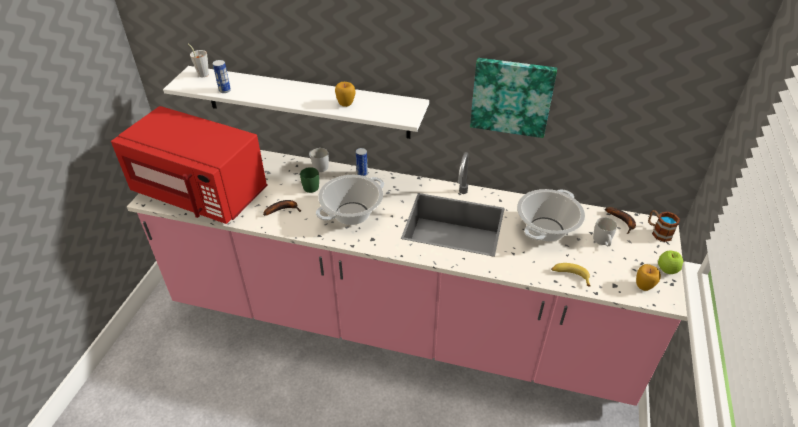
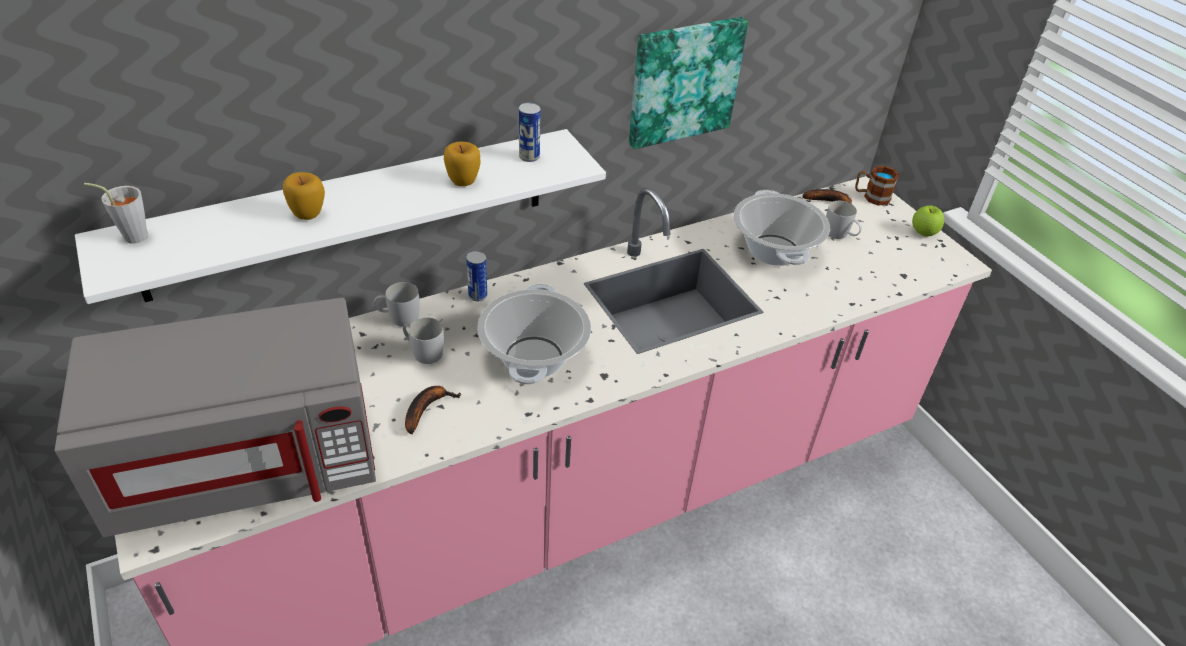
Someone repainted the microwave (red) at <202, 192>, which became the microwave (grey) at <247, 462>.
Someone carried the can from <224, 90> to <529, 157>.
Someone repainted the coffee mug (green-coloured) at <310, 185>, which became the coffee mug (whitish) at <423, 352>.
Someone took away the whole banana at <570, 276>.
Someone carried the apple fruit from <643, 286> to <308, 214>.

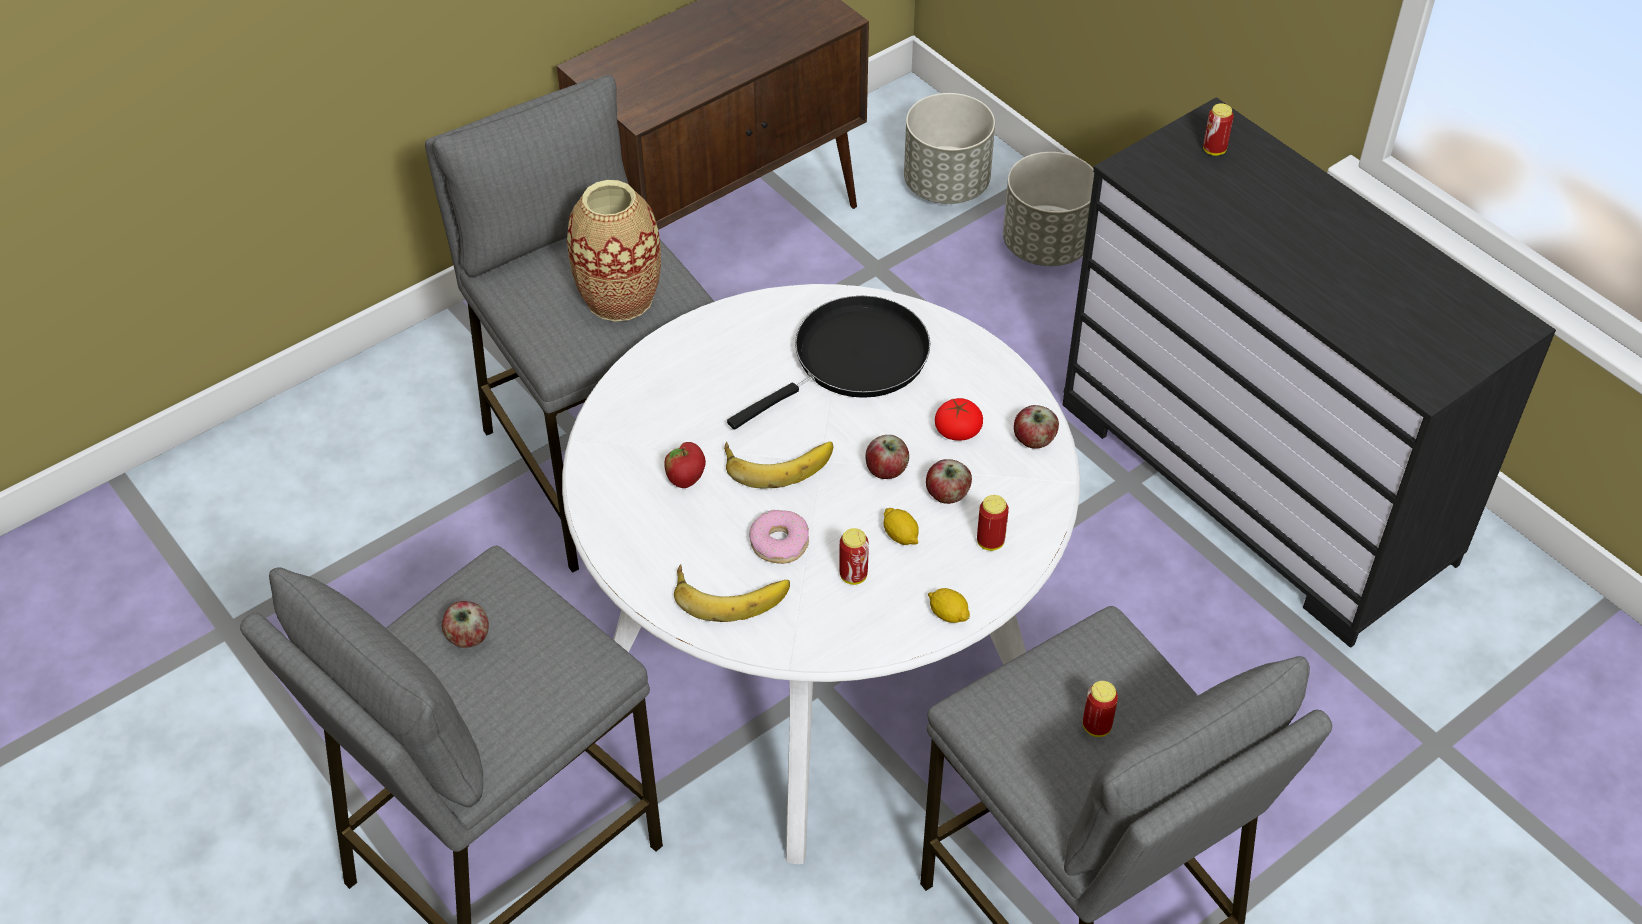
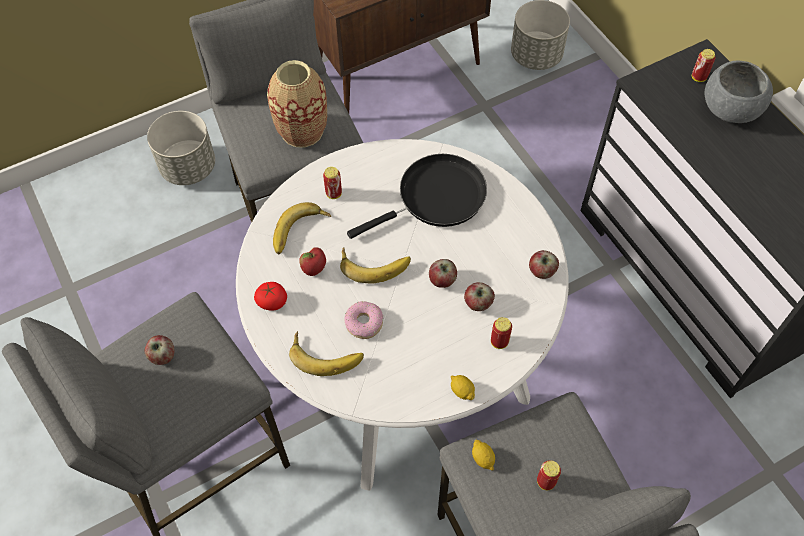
Someone carried the can from <853, 575> to <333, 193>.
Someone carried the lemon from <900, 536> to <483, 458>.
Someone carried the fresh tomato from <957, 431> to <272, 301>.
Someone carried the planter (grey) from <1046, 245> to <189, 167>.
Someone put down the whole banana at <300, 232>.
Someone put down the deep dish (grey) at <730, 108>.

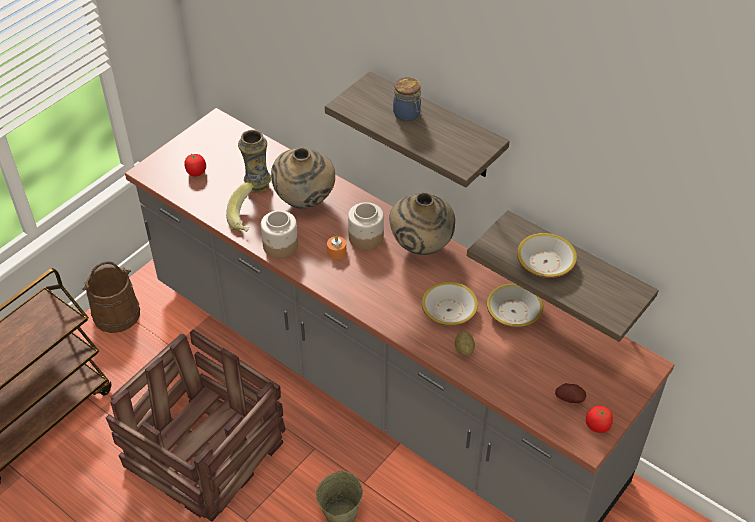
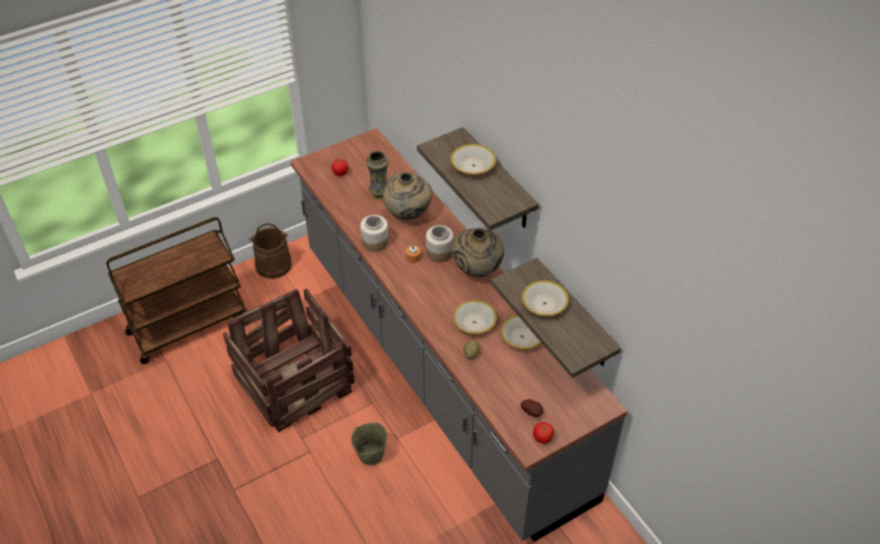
Someone took away the whole banana at <245, 218>.
Someone swapped the storage jar at <407, 114> for the deep dish at <473, 166>.

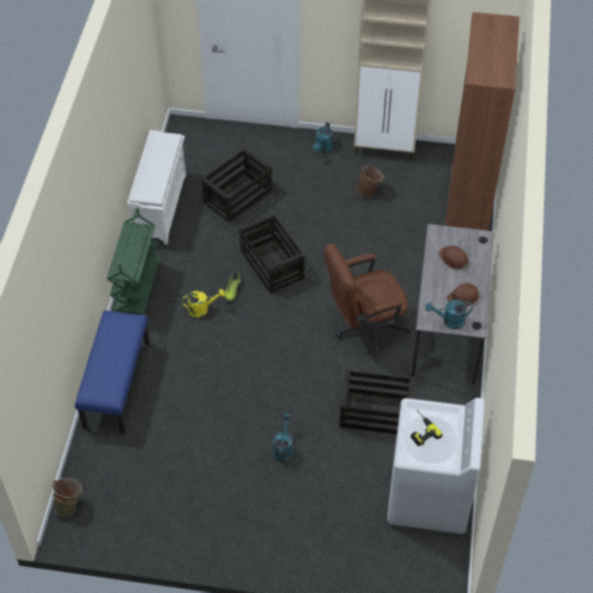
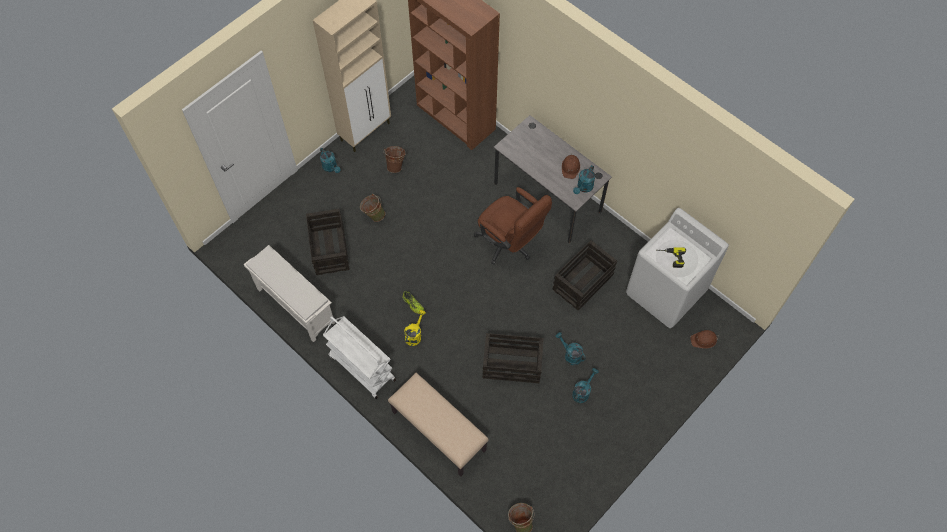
Someone repainted the long seat (blue) at <116, 384>, which became the long seat (beige-coloured) at <438, 431>.
Someone repainted the wheeled cart (green-coloured) at <137, 289>, which became the wheeled cart (whitish) at <361, 368>.
Someone carried the shipping crate from <271, 264> to <511, 364>.
Someone rotated the computer chair (brown) at <364, 328> by 60 degrees counterclockwise.
Someone carried the work helmet (brown) from <453, 259> to <704, 340>.
Someone put down the pail (green-coloured) at <373, 215>.
Someone put down the sprinkling can (turquoise-coloured) at <582, 391>.

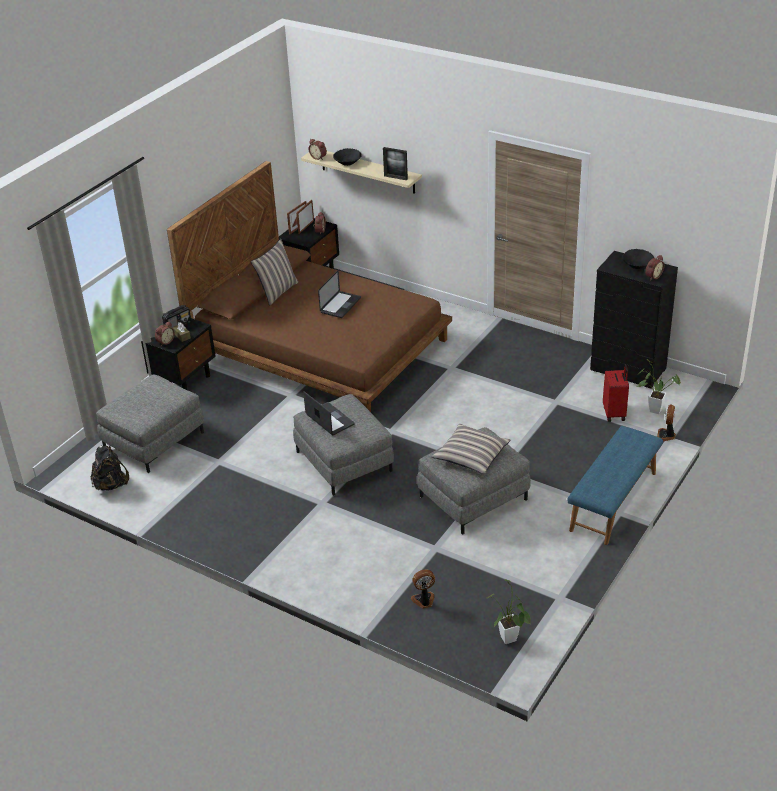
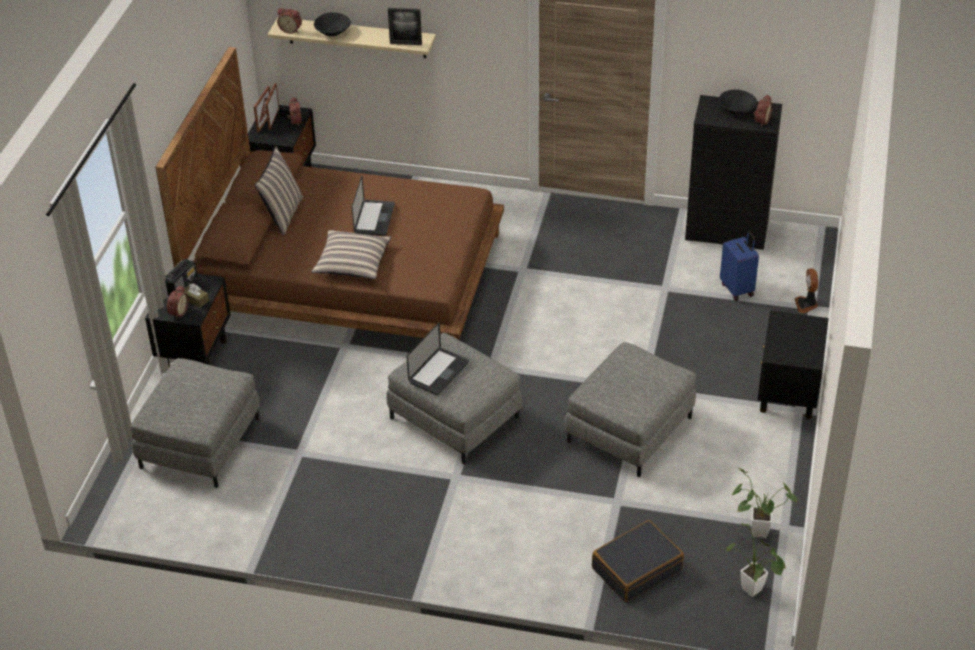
Someone took away the rucksack (blackish) at <111, 484>.
Someone rotated the laptop at <329, 420> by 90 degrees clockwise.
Someone swapped the cooling fan at <424, 601> for the suitcase (blackish) at <636, 569>.
Someone carried the cushion from <471, 455> to <352, 262>.
Someone swapped the long seat (blue) at <614, 501> for the bedside table (blackish) at <787, 397>.
Someone repainted the suitcase (red) at <614, 413>, which became the suitcase (blue) at <737, 289>.
Someone carried the potted plant from <652, 409> to <754, 532>.

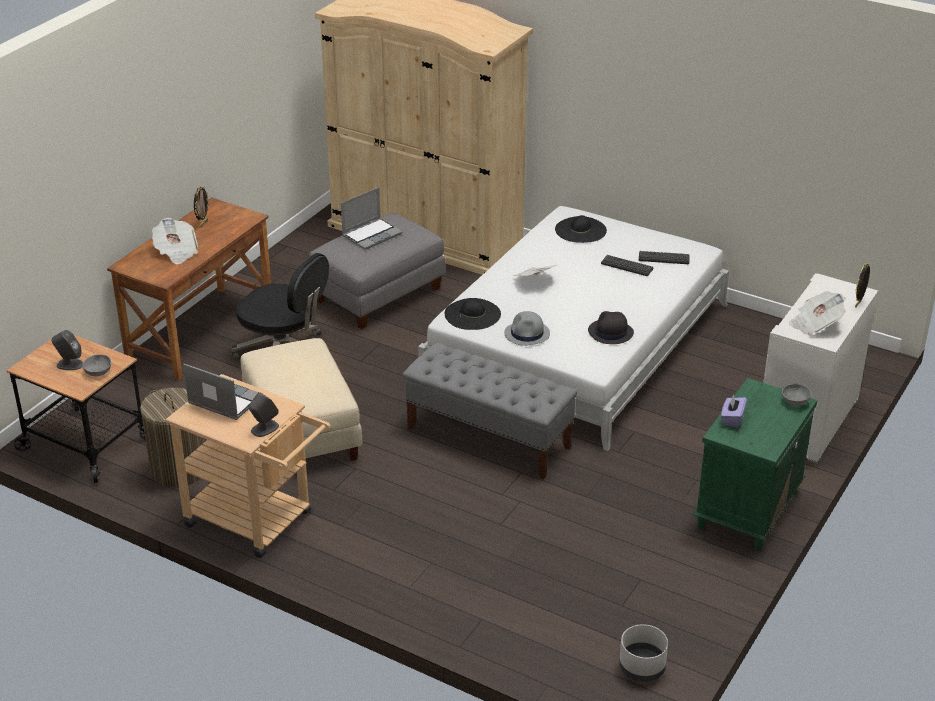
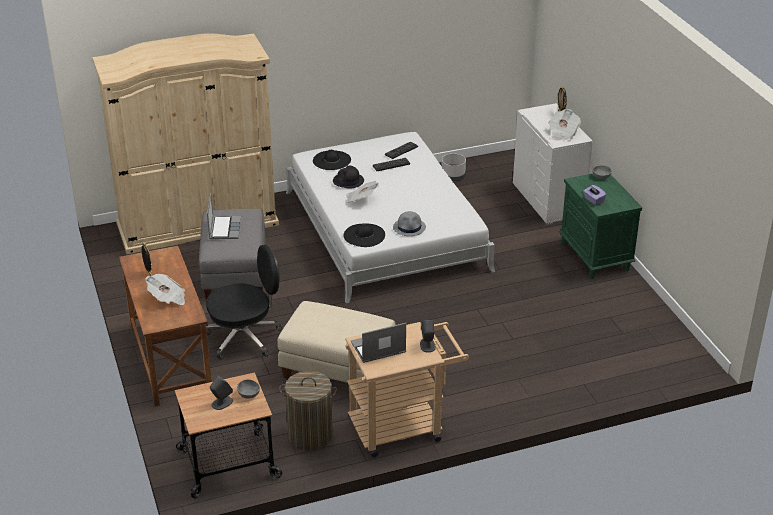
Someone took away the long seat (grey) at <489, 438>.
Someone carried the wearable hat (blackish) from <610, 332> to <348, 181>.
Someone carried the planter (grey) from <642, 667> to <453, 176>.

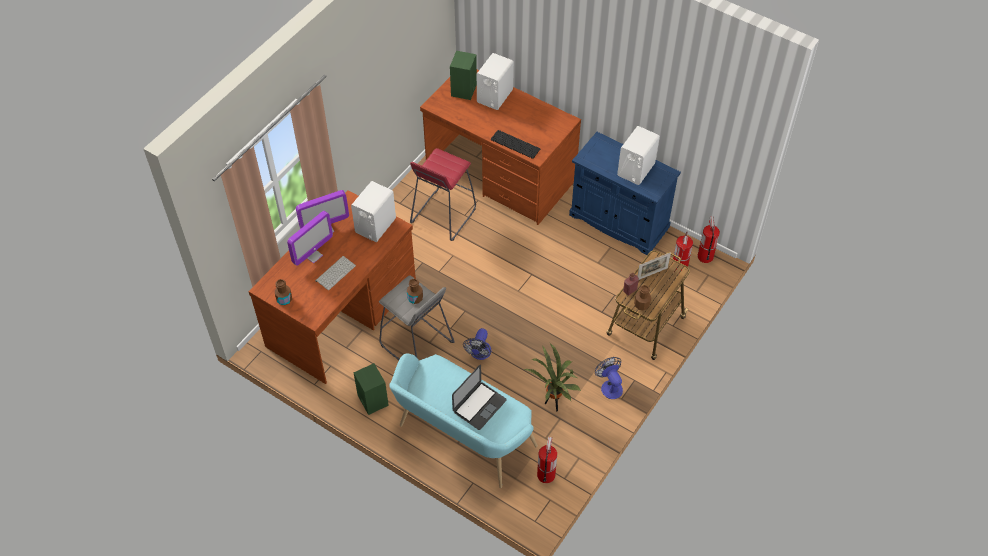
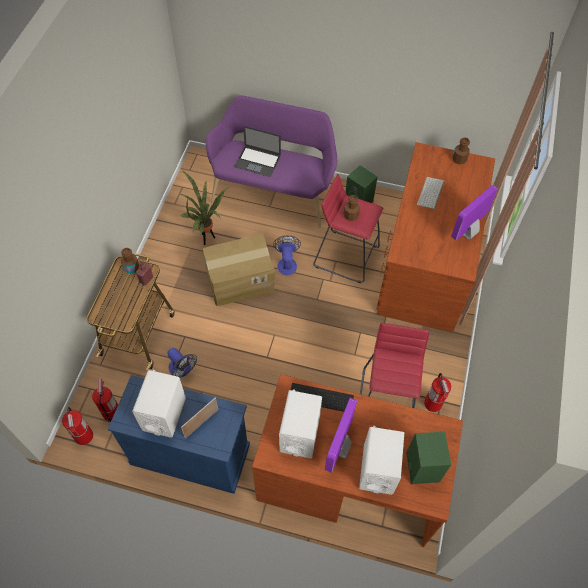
Someone carried the monitor from <313, 255> to <340, 448>.
Someone carried the loudspeaker (whitish) from <375, 226> to <299, 434>.
Someone repainted the stool seat (grey) at <416, 344>, which became the stool seat (red) at <346, 256>.
Someone repainted the long seat (turquoise-coloured) at <462, 439>, which became the long seat (purple) at <273, 193>.
Someone rotated the laptop at <479, 405> by 90 degrees counterclockwise.
Someone carried the fire extinguisher from <546, 474> to <433, 404>.
Someone carried the cooling fan from <609, 386> to <182, 370>.
Someone carried the standing frame from <652, 274> to <201, 423>.
Someone put down the carton at <240, 280>.

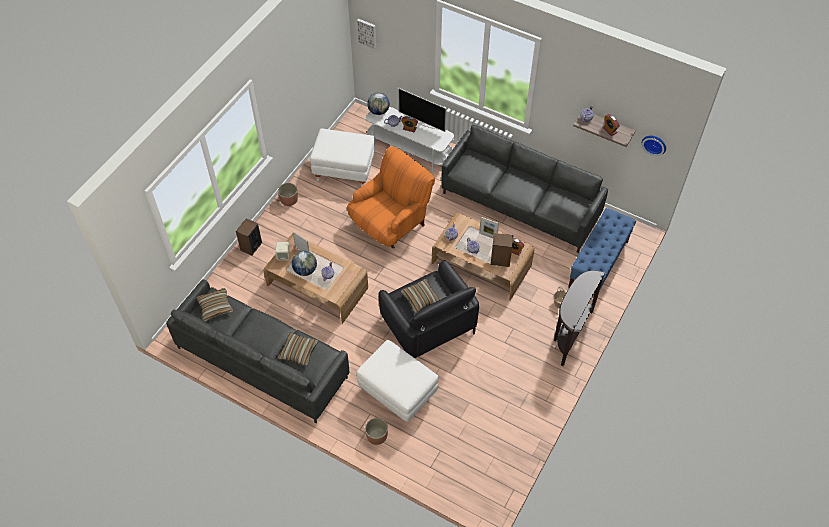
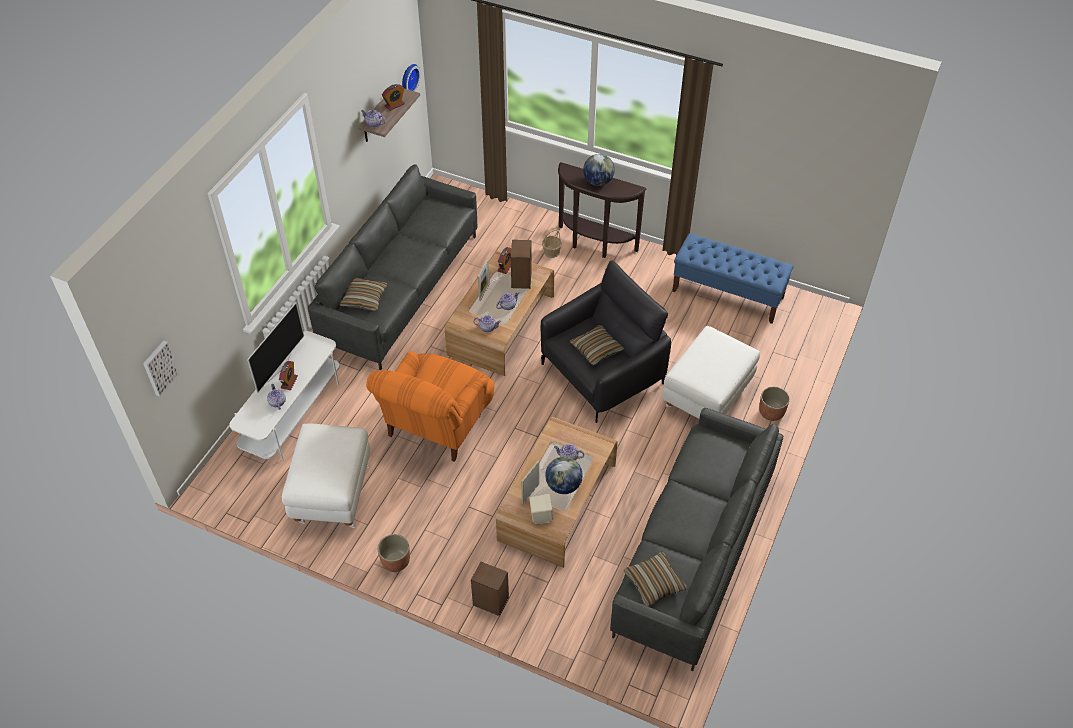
Someone carried the cushion from <298, 351> to <364, 298>.
Someone rotated the armchair (orange-coloured) at <391, 223> by 105 degrees counterclockwise.
Someone carried the desk globe from <379, 111> to <598, 181>.
Someone carried the long seat (blue) from <598, 264> to <728, 294>.

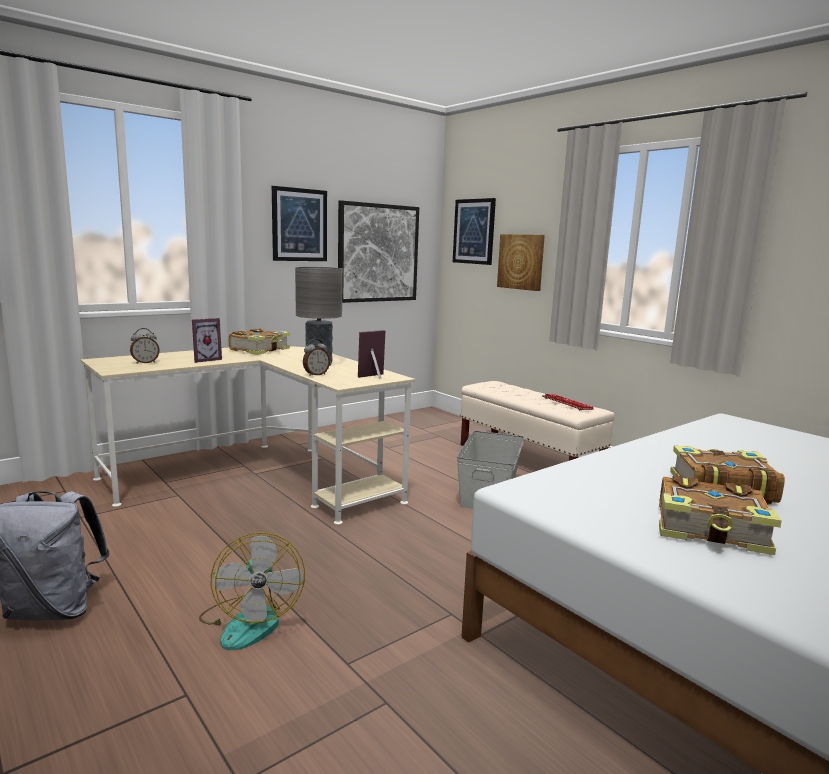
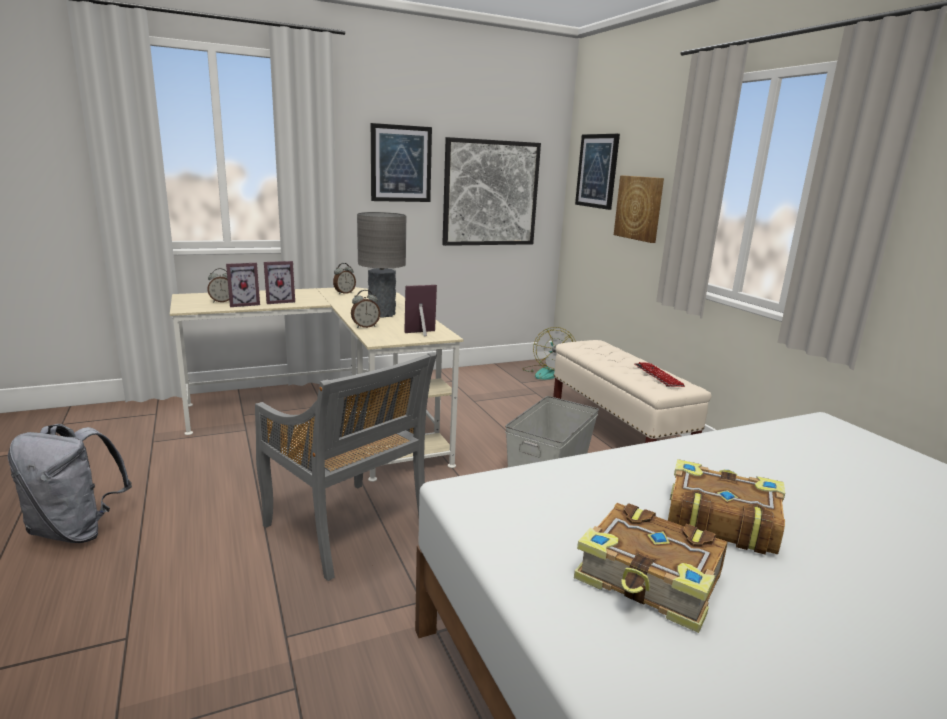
Someone carried the cooling fan from <250, 621> to <546, 372>.
Someone swapped the bound book at <260, 350> for the bedside clock at <344, 293>.
Someone put down the standing frame at <243, 304>.
Someone put down the plain chair (grey) at <348, 528>.

